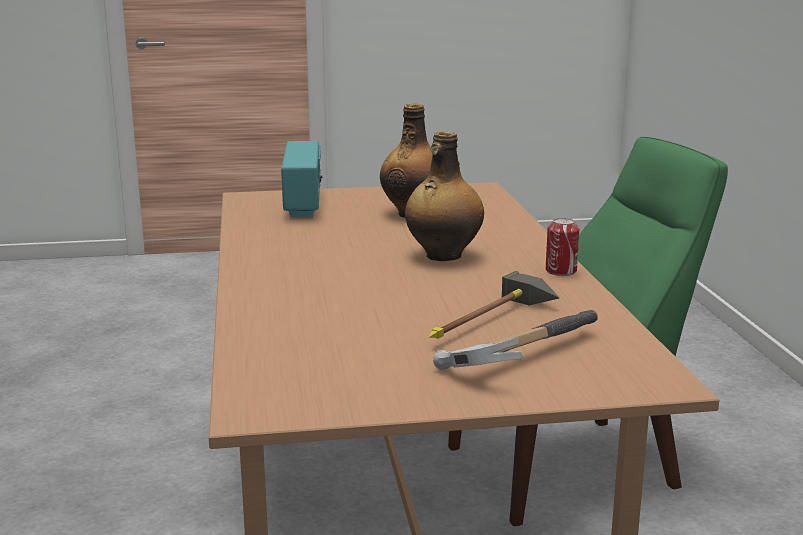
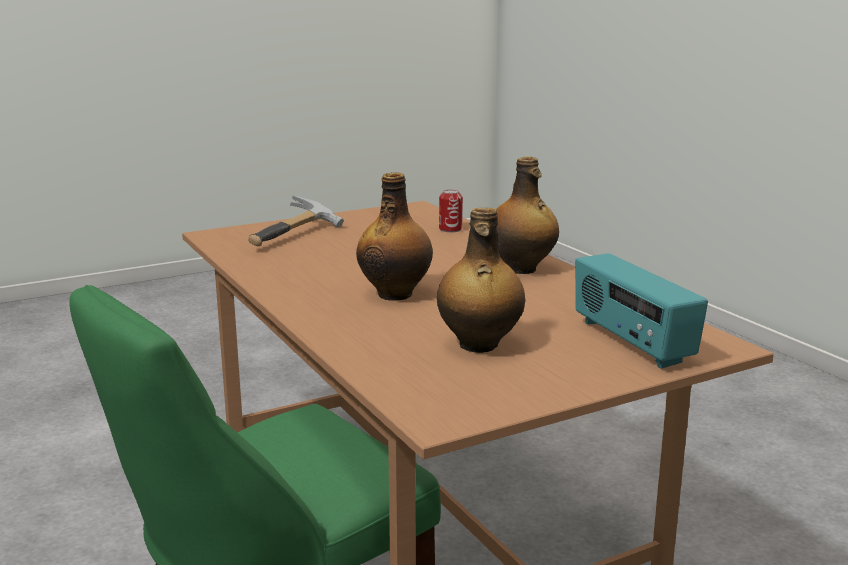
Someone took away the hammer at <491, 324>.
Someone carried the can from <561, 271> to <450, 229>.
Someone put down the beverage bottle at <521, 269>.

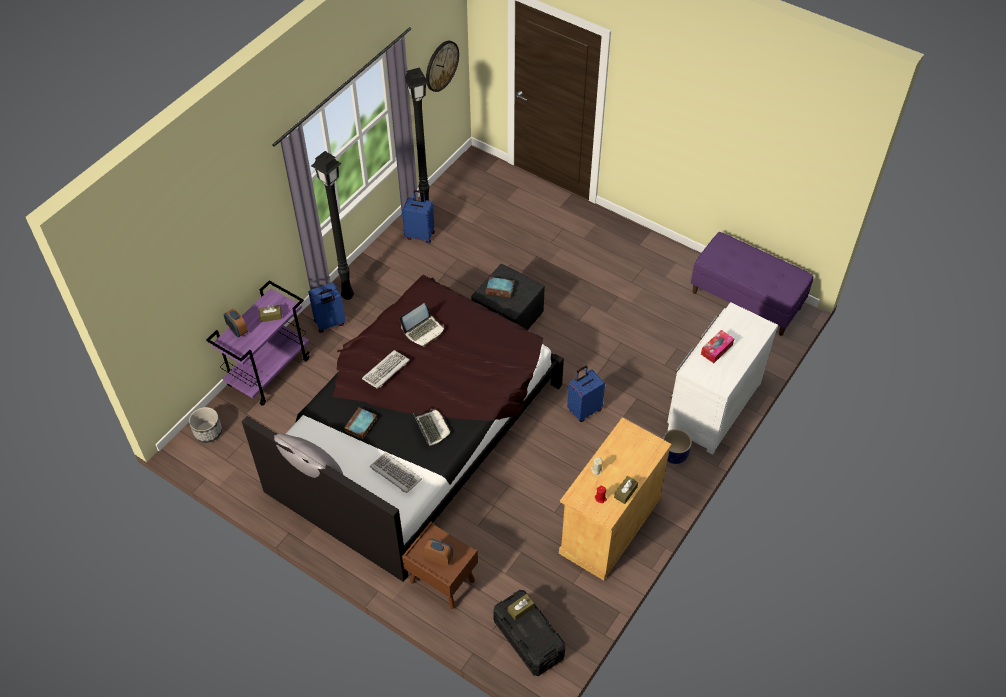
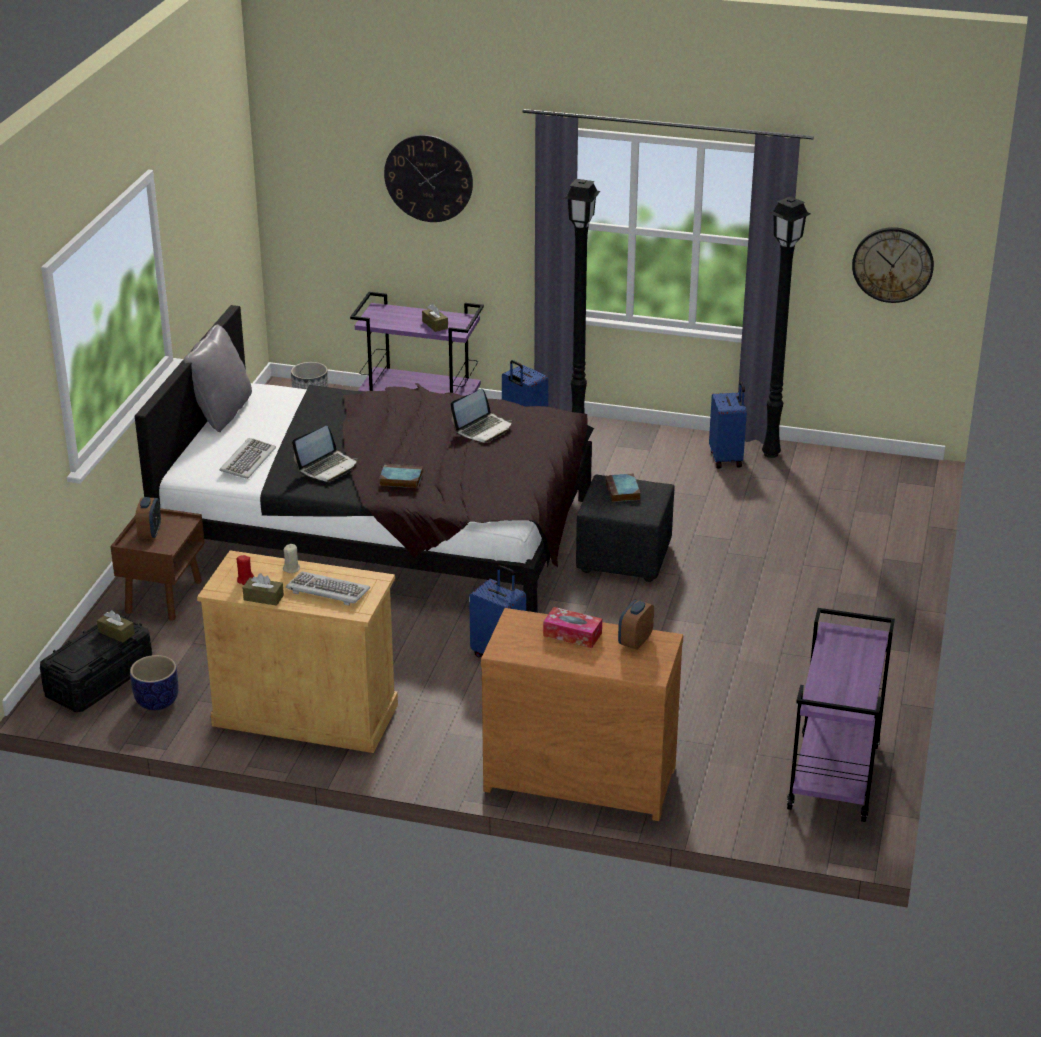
Someone carried the bedside clock from <237, 330> to <635, 641>.
Someone carried the bound book from <360, 425> to <400, 479>.
Someone carried the PC keyboard from <386, 371> to <327, 591>.
Someone rotated the laptop at <424, 331> by 75 degrees counterclockwise.
Someone carried the planter from <674, 455> to <156, 701>.
Someone repainted the dresser (whitish) at <711, 406>, which became the dresser (brown) at <580, 775>.
Someone swapped the long seat (purple) at <746, 300> for the wheeled cart (purple) at <834, 778>.
Someone put up the clock on the wall at <428, 178>.

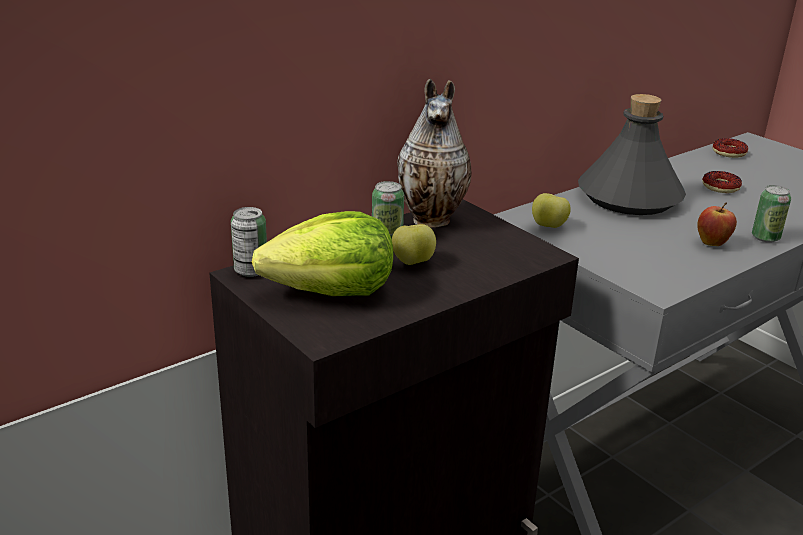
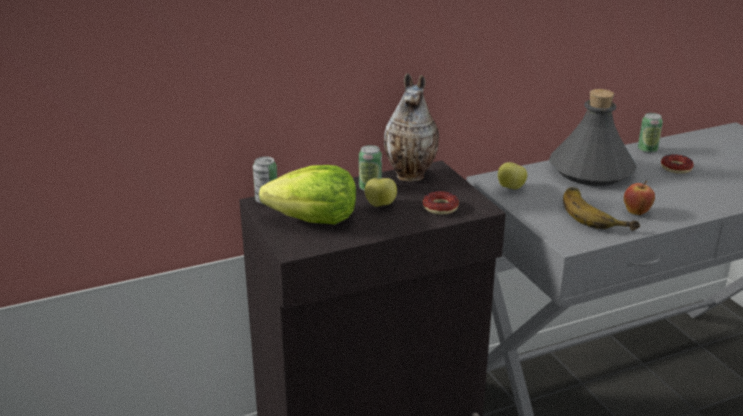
Someone carried the doughnut from <729, 153> to <440, 207>.
Someone carried the can from <765, 237> to <647, 150>.
Someone put down the whole banana at <597, 214>.

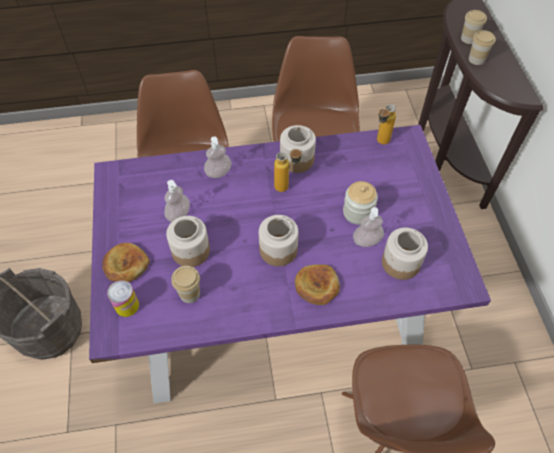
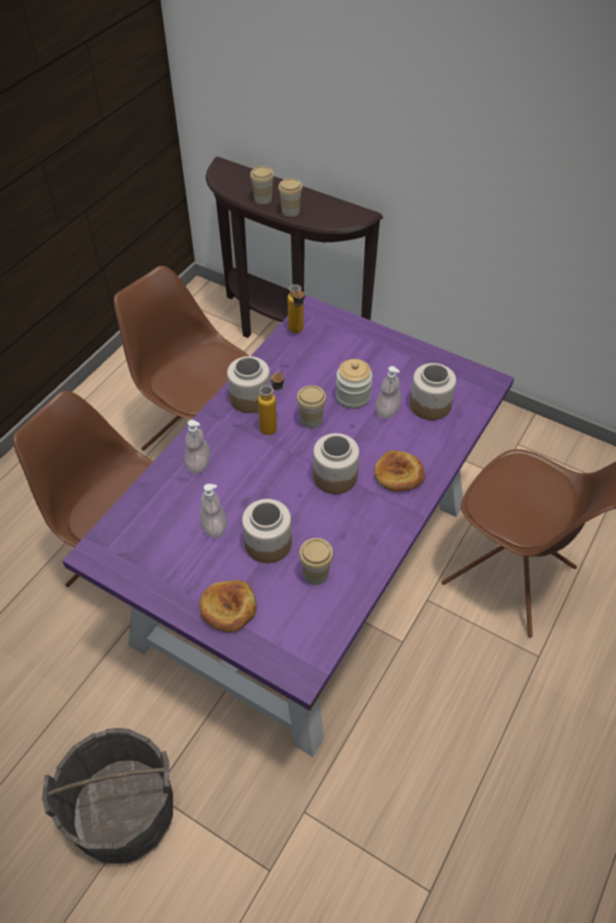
Someone took away the can at <127, 306>.
Someone put down the small cup at <311, 420>.

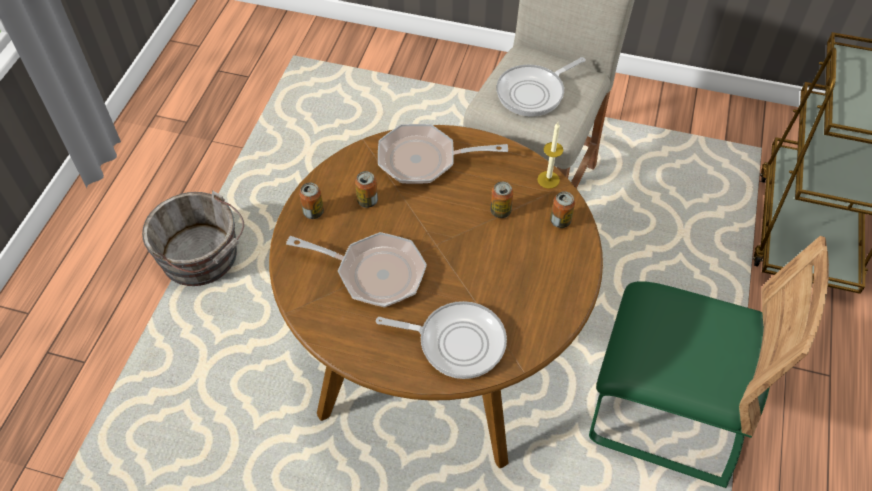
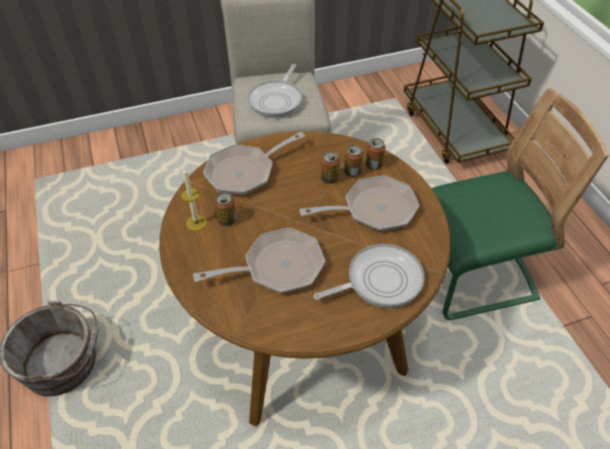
Someone carried the can from <313, 212> to <352, 172>.
Someone carried the wax candle from <548, 179> to <196, 223>.
Someone put down the pan at <373, 209>.

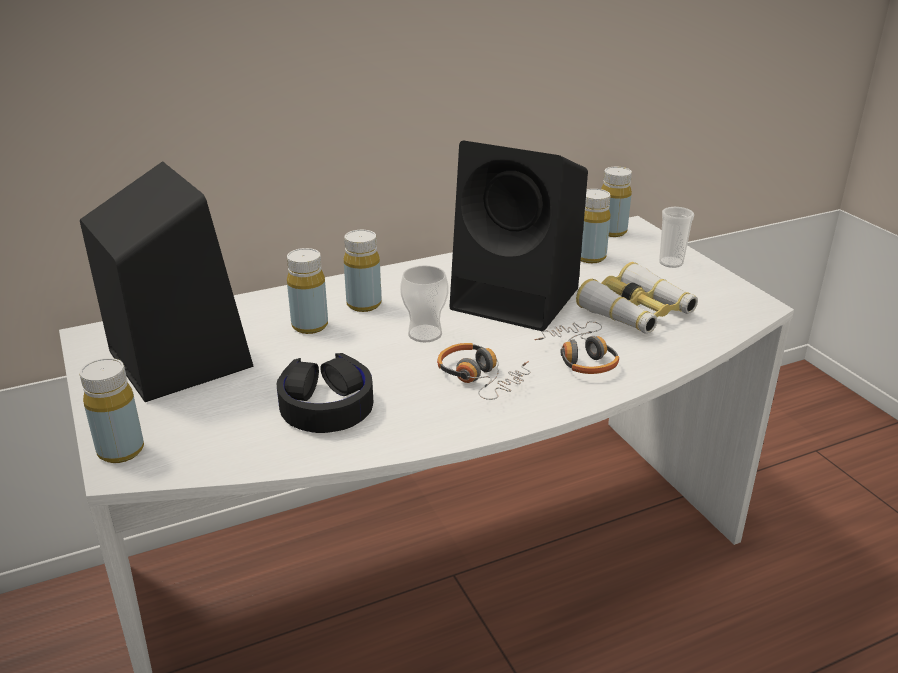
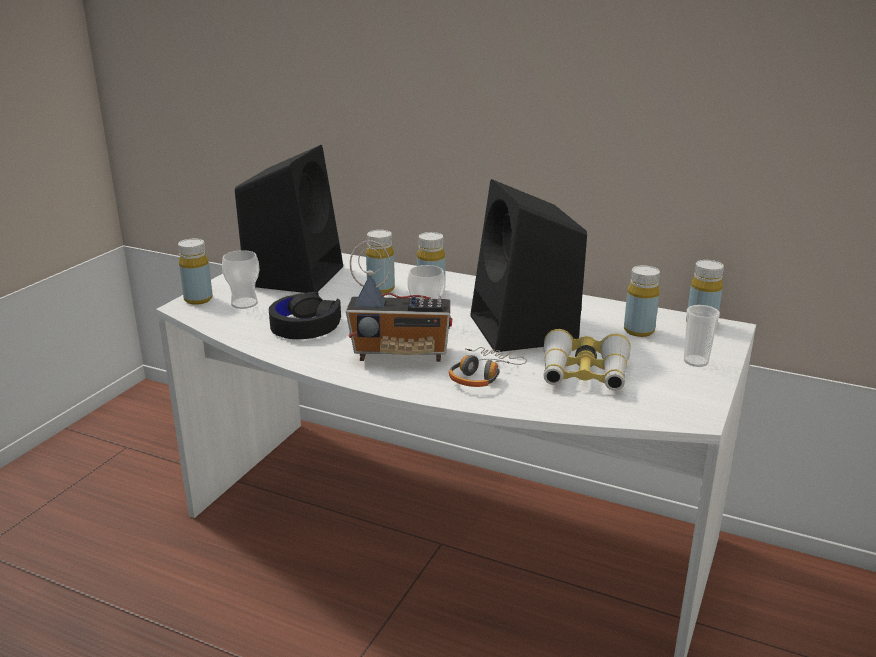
Someone swapped the headset at <481, 378> for the radio set at <401, 354>.
Someone put down the small cup at <244, 303>.

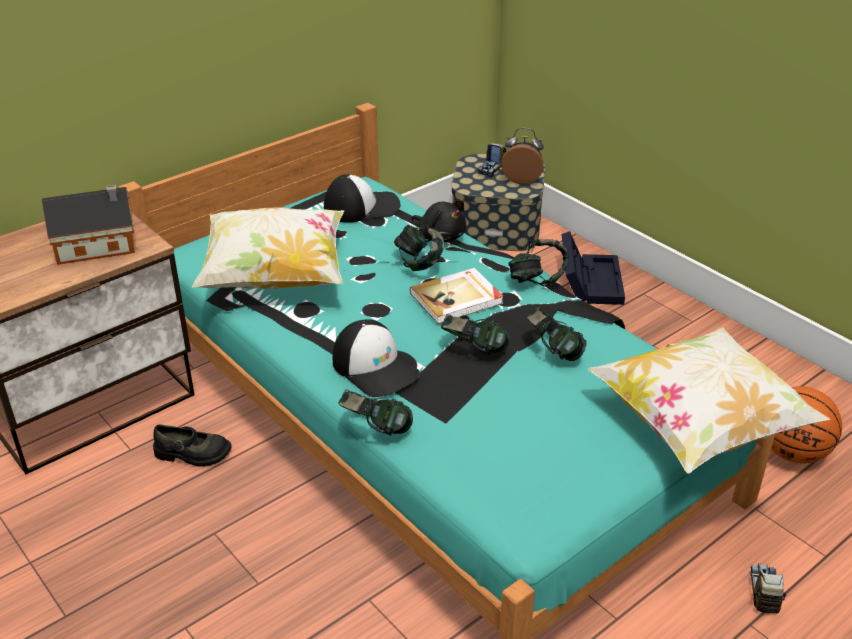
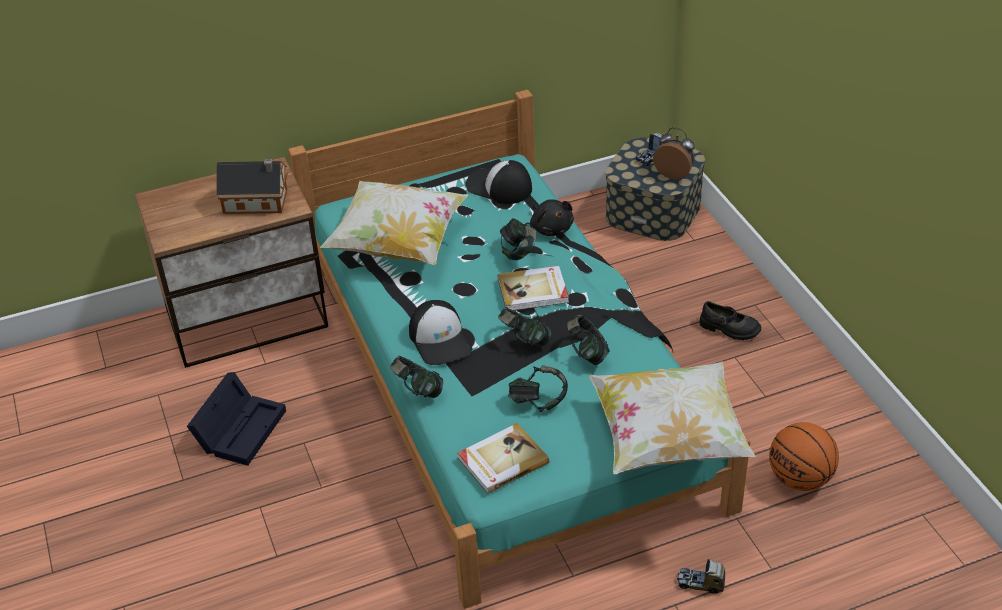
Someone carried the shoe (blackish) from <192, 454> to <729, 329>.
Someone rotated the baseball cap at <362, 207> by 150 degrees counterclockwise.
Someone carried the headset from <537, 280> to <538, 402>.
Someone carried the storage bin (blackish) from <589, 280> to <241, 428>.
Someone rotated the toy lorry at <763, 592> by 105 degrees counterclockwise.
Someone put down the bound book at <502, 460>.

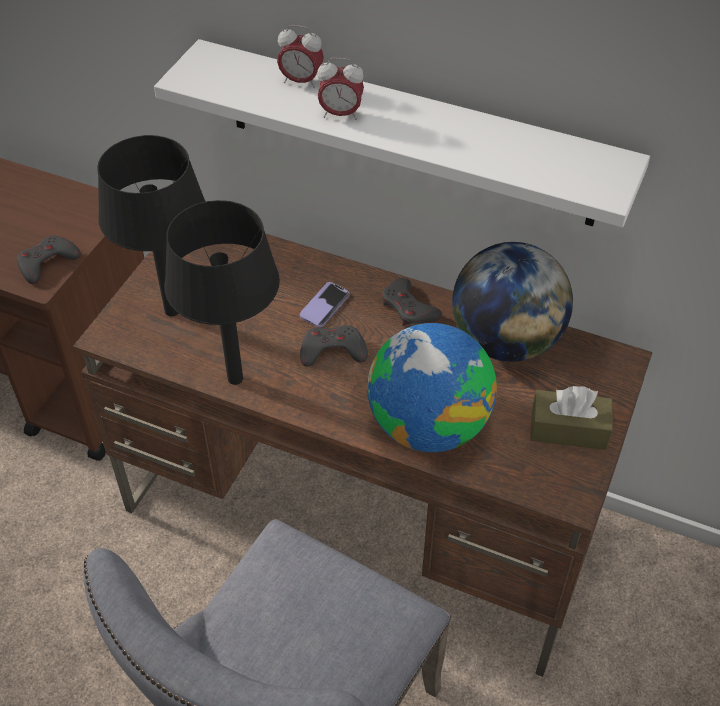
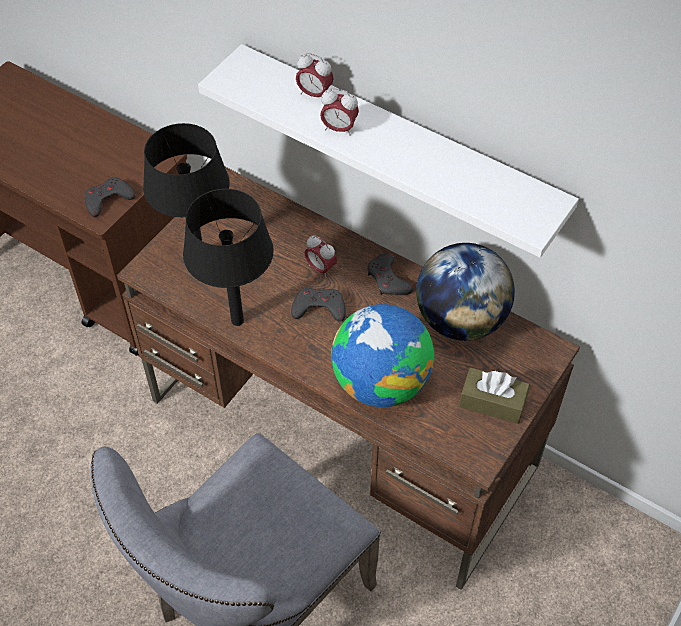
Someone swapped the handset at <324, 306> for the bedside clock at <320, 268>.

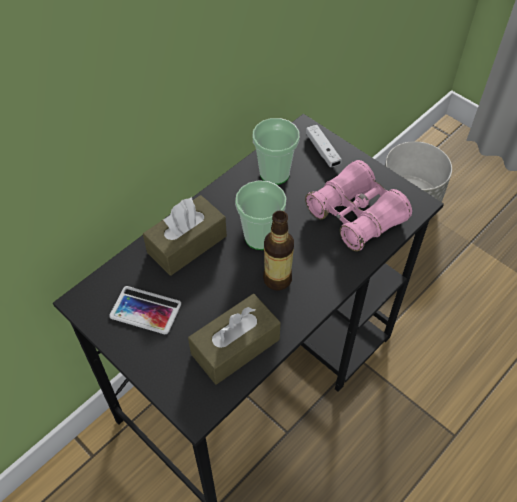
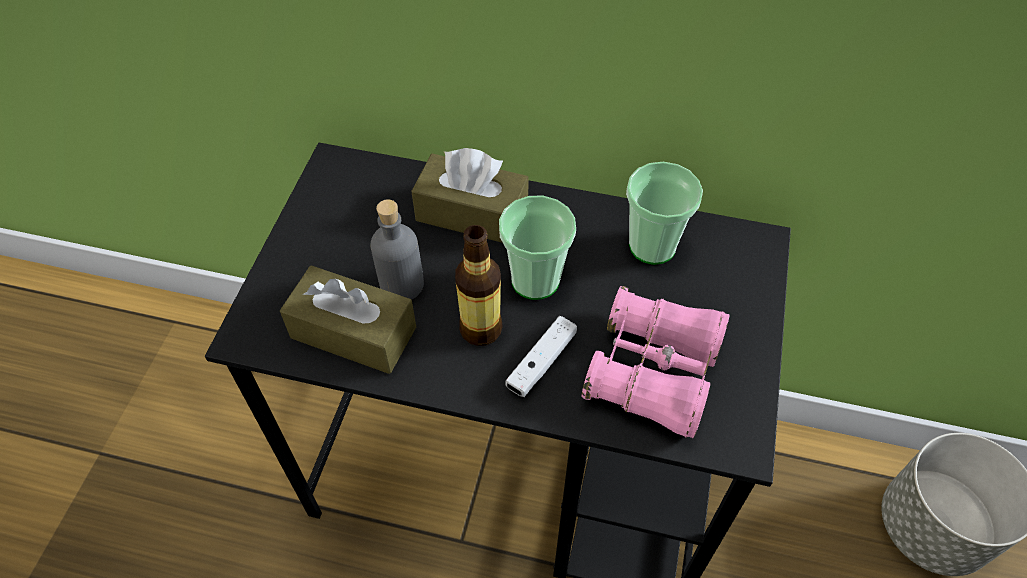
Someone took away the handset at <145, 310>.
Someone carried the joypad (whitish) from <322, 151> to <541, 362>.
Someone put down the beverage bottle (grey) at <401, 284>.

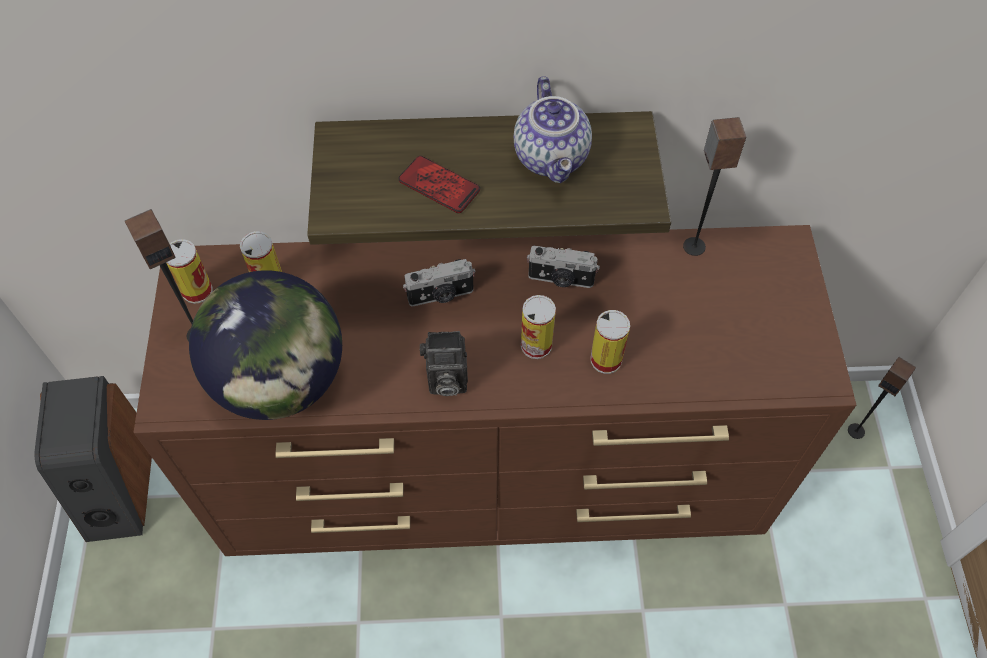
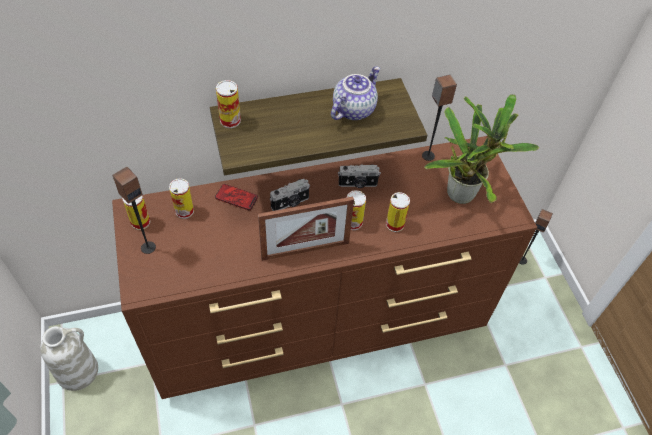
Someone swapped the loudspeaker at <118, 486> for the vase (whitish) at <78, 371>.
Someone took away the desk globe at <281, 381>.
Someone carried the handset from <439, 185> to <236, 197>.
Someone swapped the photo camera at <445, 380> for the standing frame at <305, 250>.
Someone rotated the pot for tea at <553, 158> by 120 degrees counterclockwise.
Someone put down the can at <230, 120>.
Someone put down the potted plant at <463, 192>.

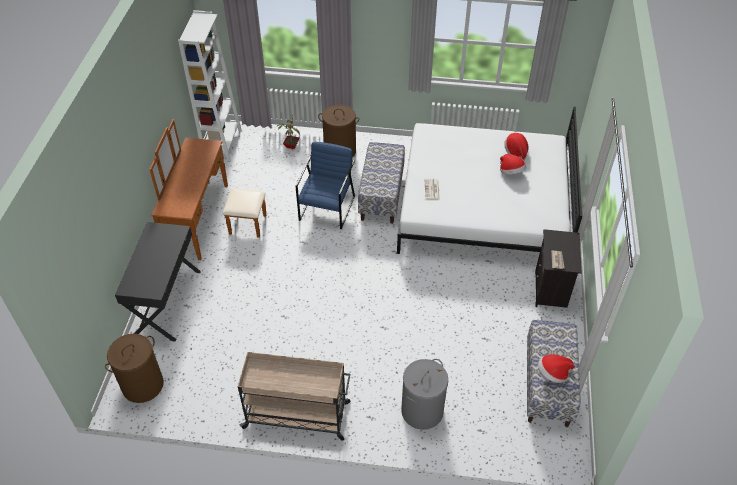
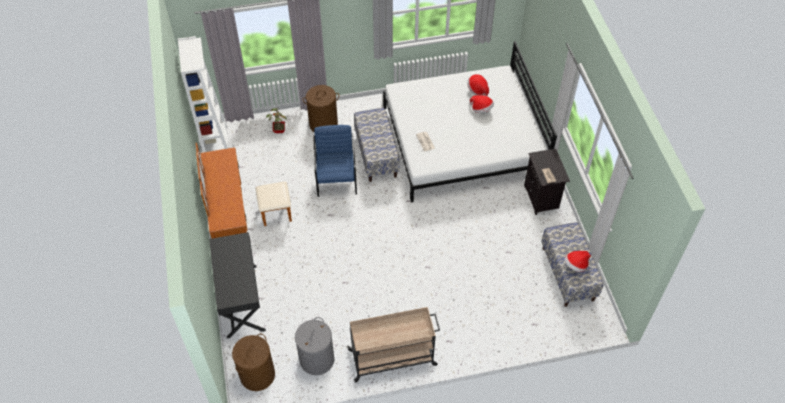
Someone carried the hamper (grey) from <422, 410> to <317, 359>.

